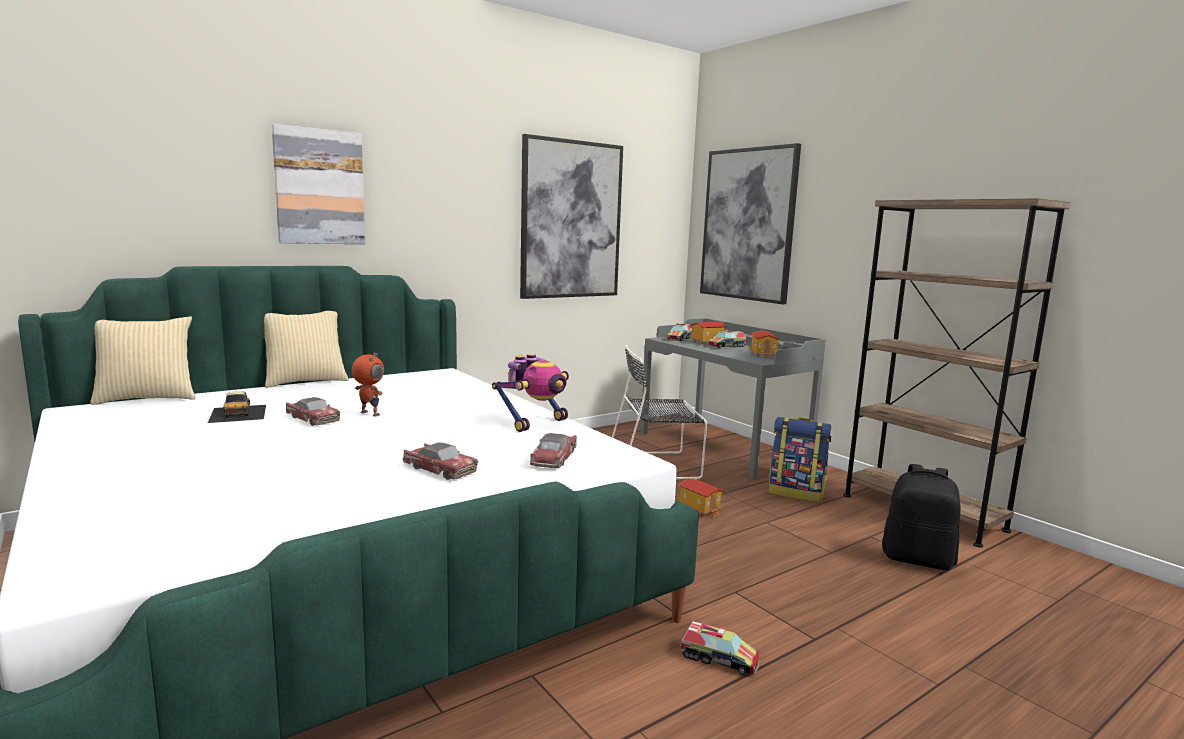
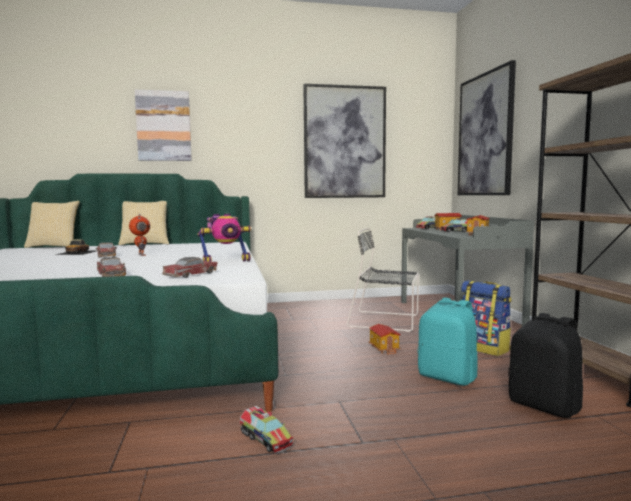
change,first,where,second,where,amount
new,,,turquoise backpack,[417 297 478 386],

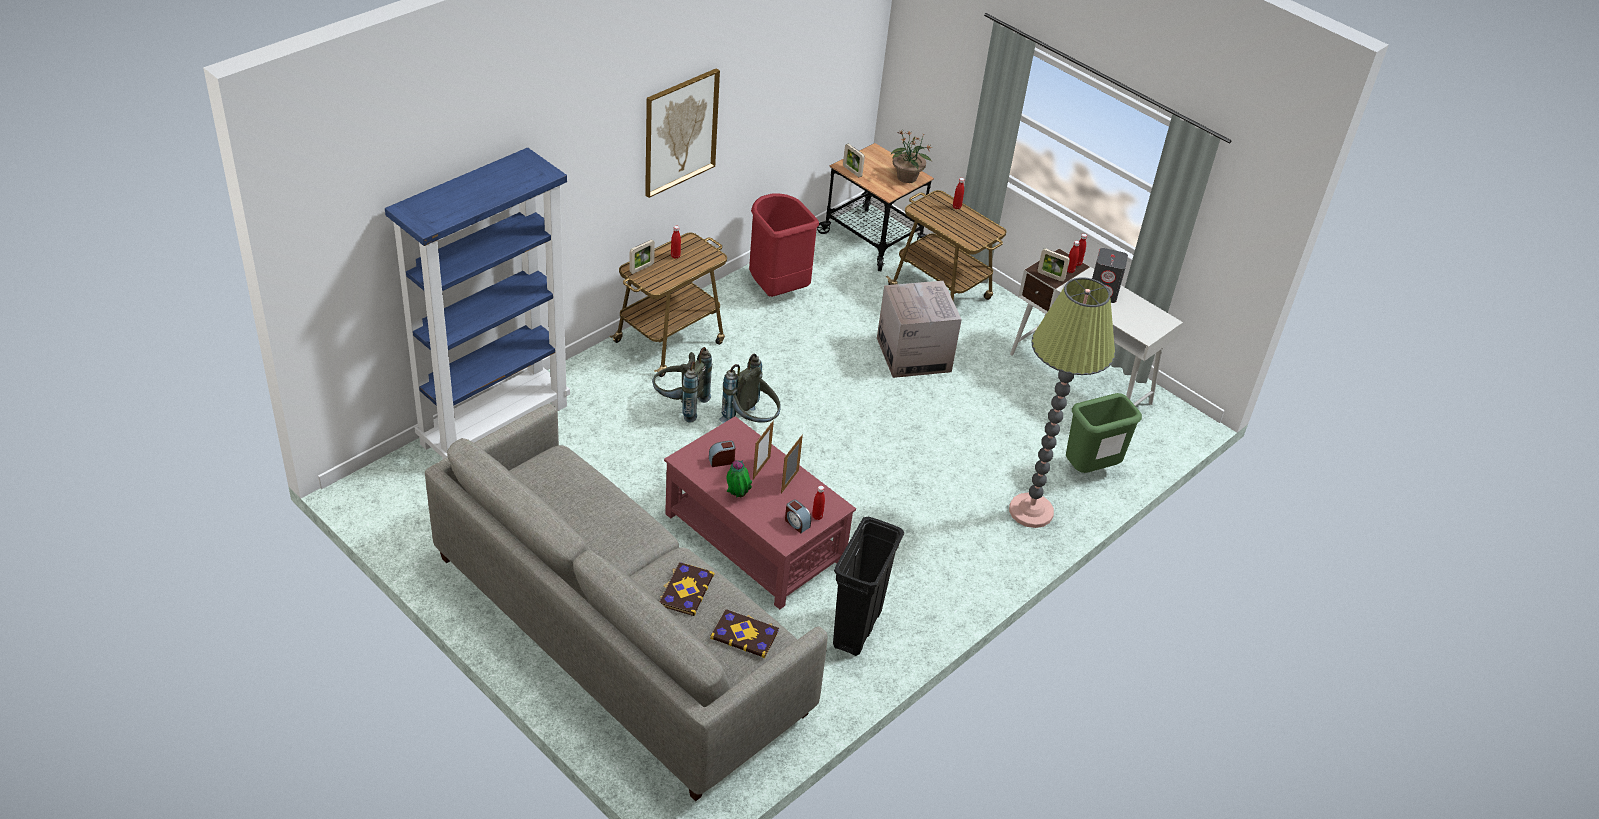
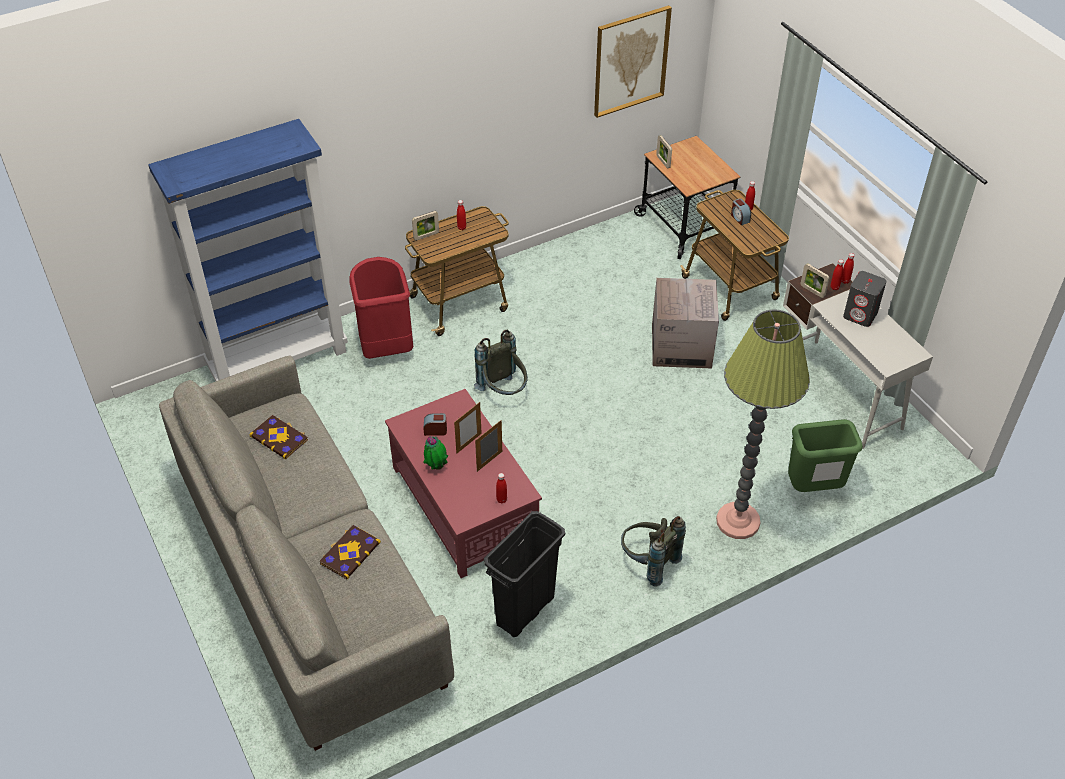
change,first,where,second,where,amount
gone,potted plant,[891 130 932 183],,,
shifted,picture,[645 68 720 198],,[594 6 672 118],
shifted,grey backpack,[652 347 712 423],,[621 516 686 587],
shifted,book,[710 609 779 658],,[250 415 308 459],
shifted,red trash can,[749 194 819 297],,[349 257 413 359],
shifted,alarm clock,[785 500 811 533],,[731 199 751 225],

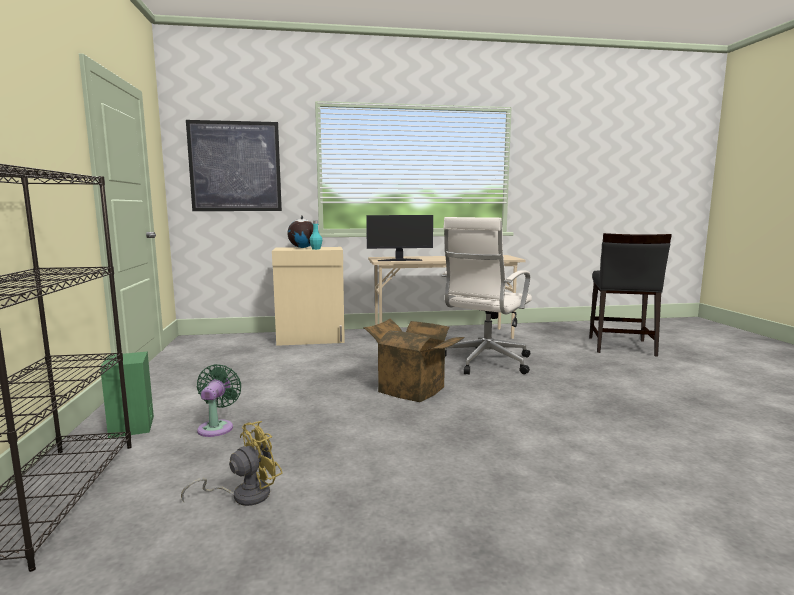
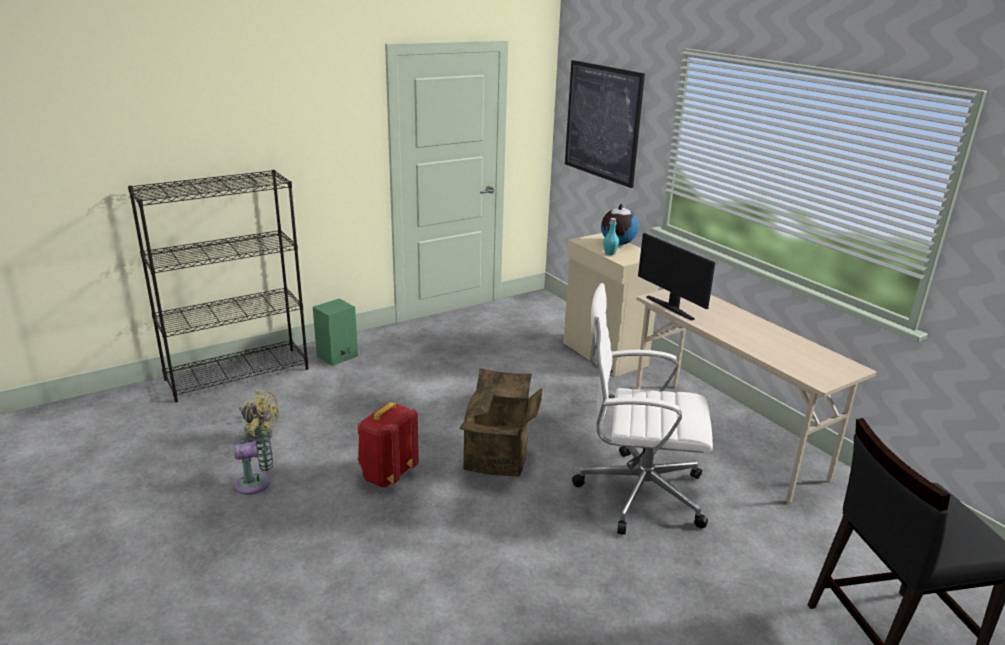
change,first,where,second,where,amount
new,,,red backpack,[358 402 419 487],
shifted,green fan,[197 364 241 437],,[234 425 273 495],

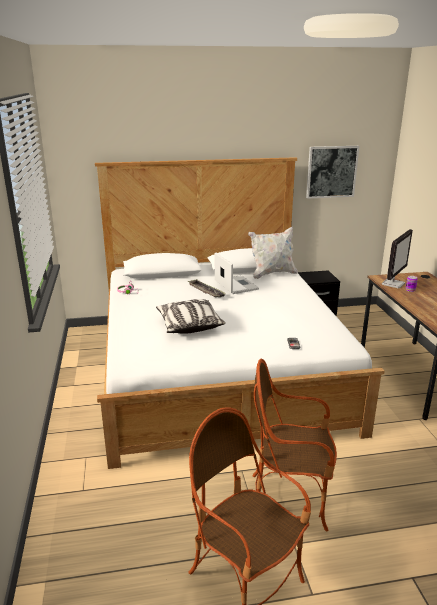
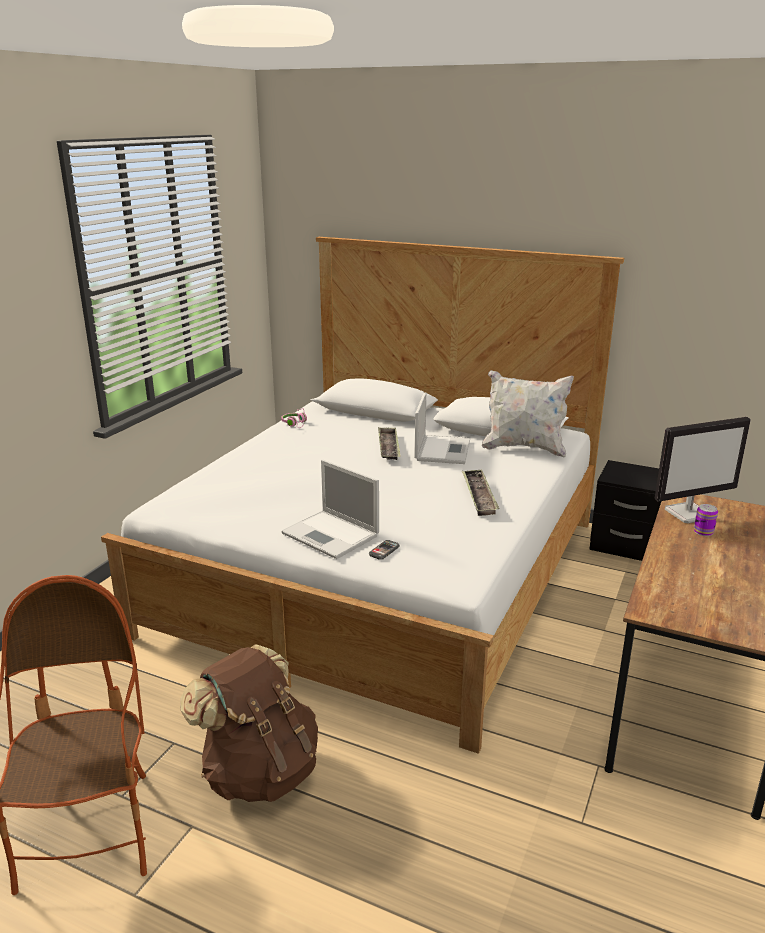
change,first,where,second,where,amount
gone,pillow,[156 299 226 334],,,
gone,picture,[306 146 359 199],,,
new,,,laptop,[281 460 379 559],
new,,,tray,[462 469 500 516],
swapped,armchair,[252 359 337 531],brown backpack,[180 644 318 802],

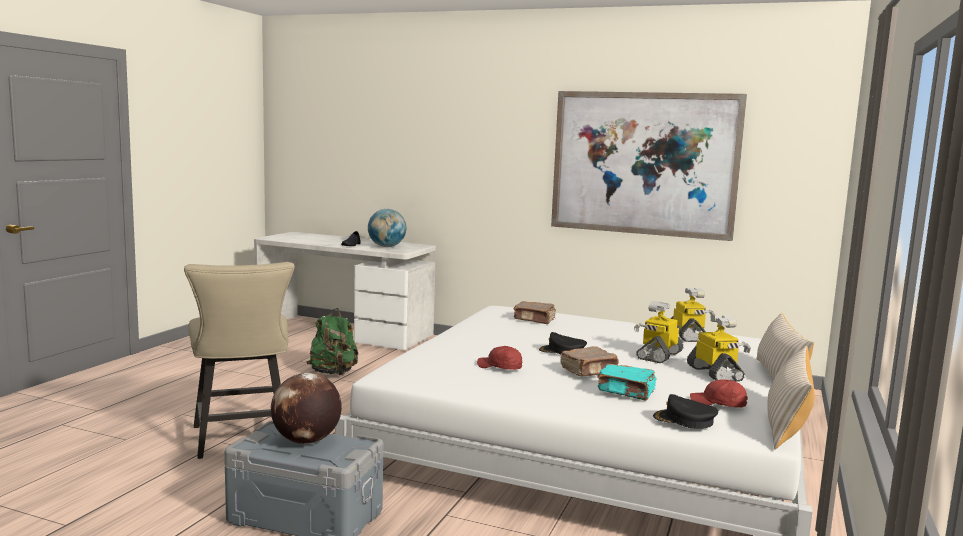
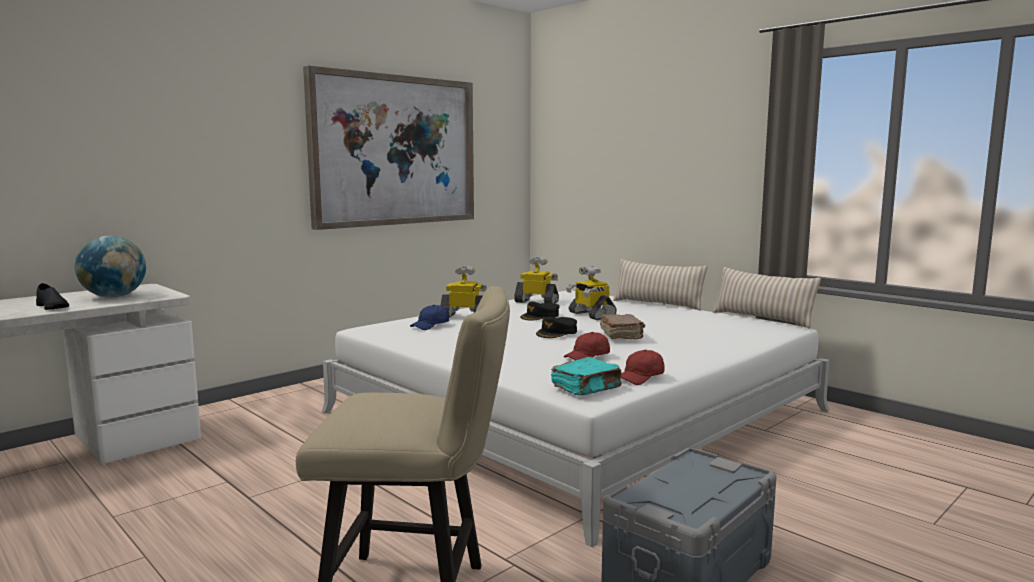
change,first,where,second,where,amount
gone,globe,[271 373 342 444],,,
gone,green backpack,[306 308 358 375],,,
shifted,turquoise book,[597 364 657 400],,[551 357 622 396],
shifted,black cap,[653 394 718 429],,[520 301 560 321],
shifted,toy robot,[687 315 751 382],,[440 266 487 318],
shifted,red cap,[690 379 748 407],,[620 350 665 385],
swapped,brown book,[513 301 556 324],blue cap,[410 305 449 330],

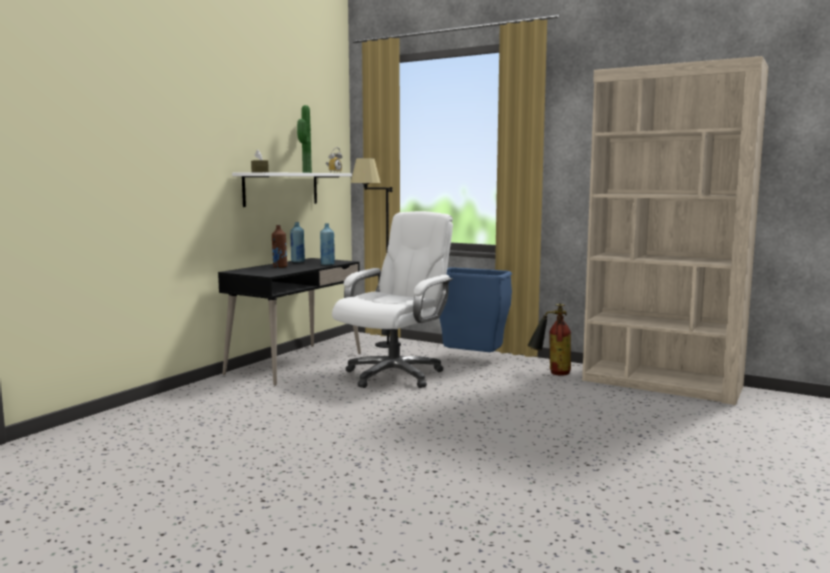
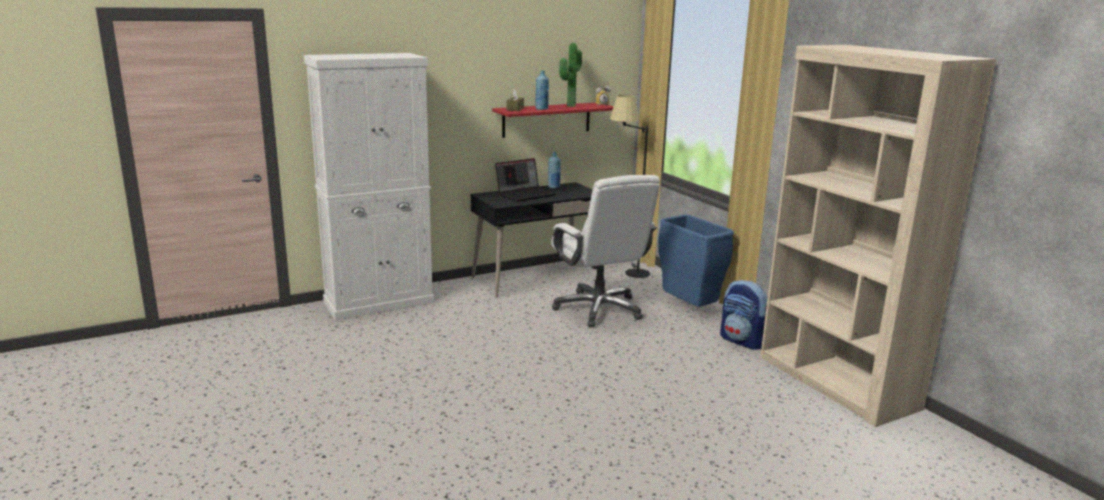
change,first,where,second,where,amount
new,,,white cabinet,[304 53 434 321],
shifted,blue bottle,[320 223 335 265],,[535 71 549 110],
swapped,brown bottle,[272 225 288 268],laptop,[495 158 555 202],
swapped,fire extinguisher,[528 303 571 375],backpack,[720 280 768 350],
repainted,white shelf,[232 172 352 207],red shelf,[492 103 614 138],
rotated,white office chair,[332 211 453 388],,[551 175 660 327],90 degrees clockwise

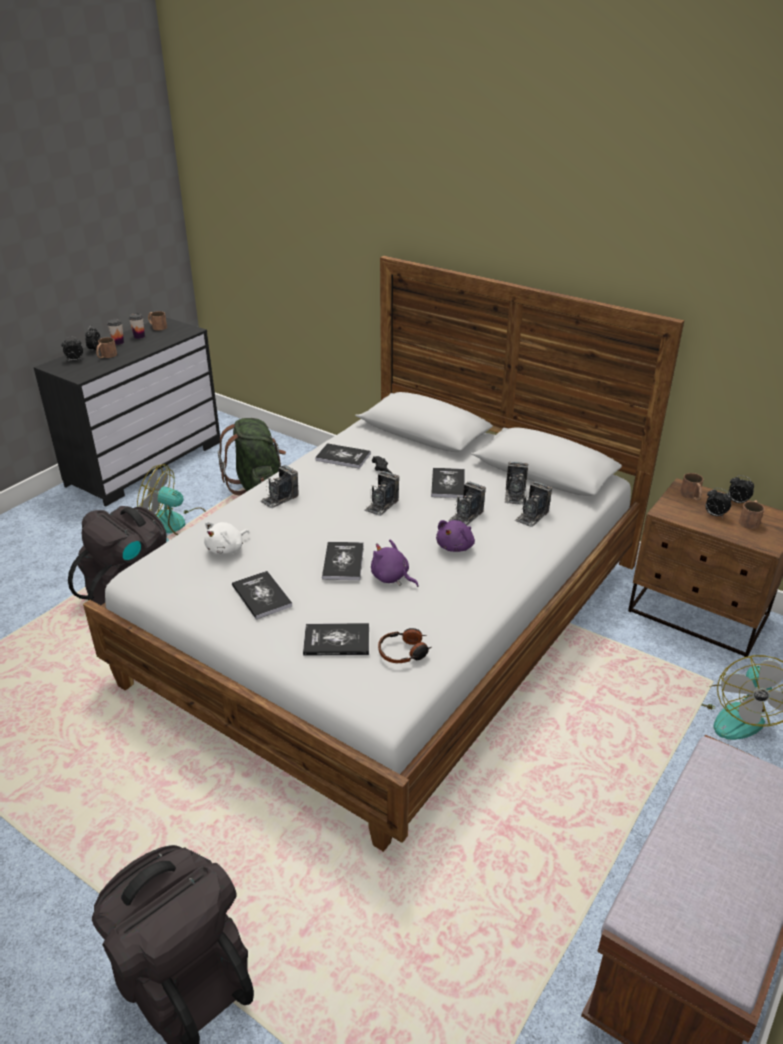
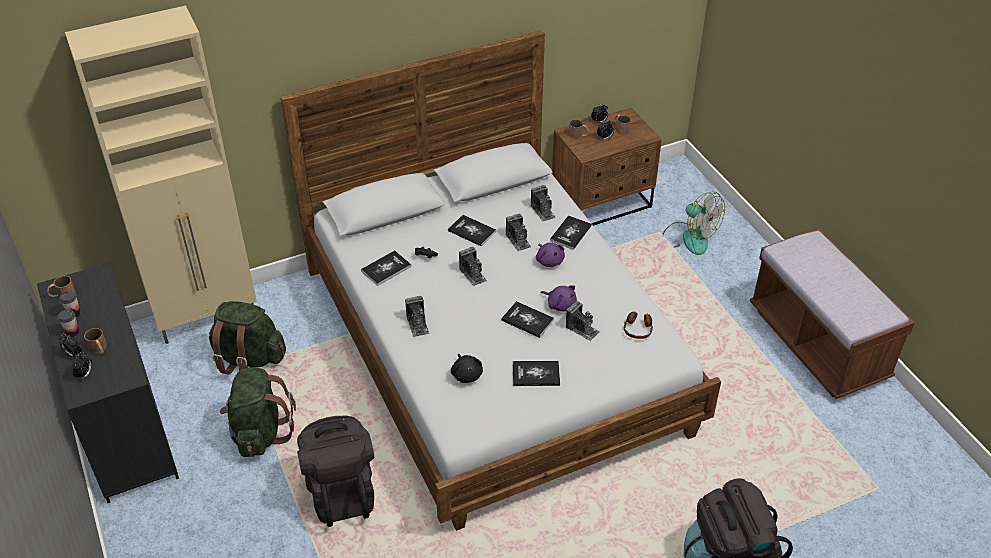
change,first,where,second,where,amount
new,,,beige cabinet,[65 6 257 344],
shifted,book,[303 623 369 656],,[550 215 592 250],
shifted,photo camera,[504 462 528 505],,[566 301 599 341],
swapped,fan,[137 464 206 535],green backpack,[220 367 296 457],
repainted,white plush toy,[204 522 249 554],black plush toy,[451 353 483 383],
rotated,purple plush toy,[371 539 418 587],,[541 285 577 312],120 degrees counterclockwise

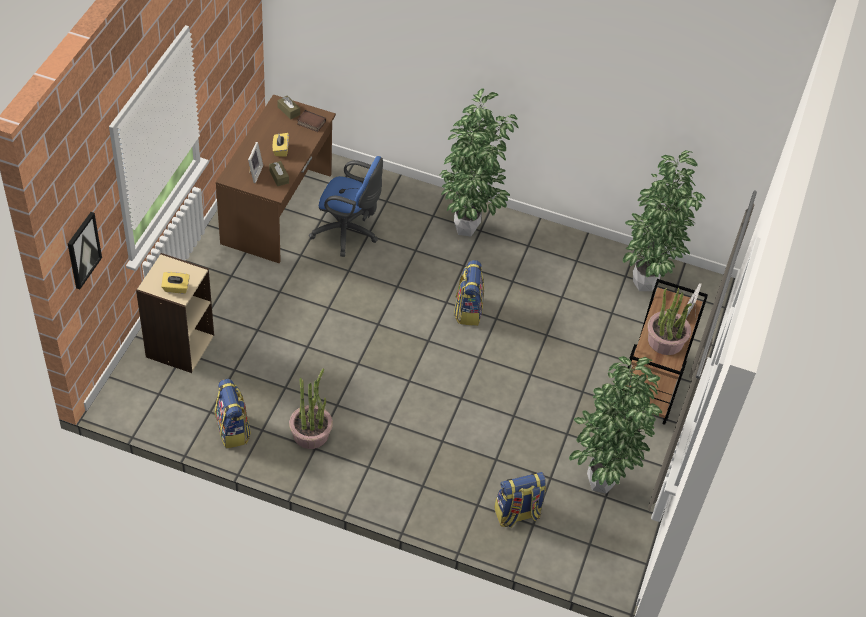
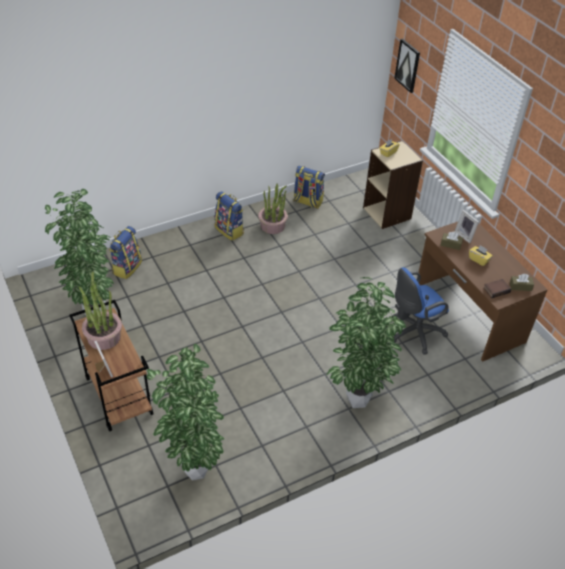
change,first,where,second,where,amount
shifted,backpack,[454 260 484 326],,[215 191 244 241],

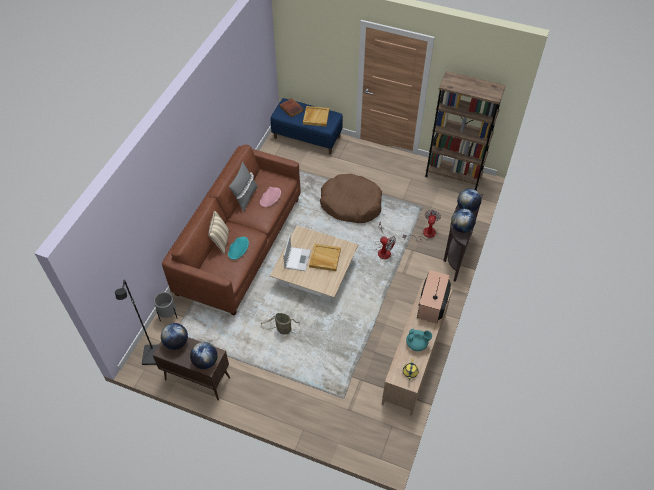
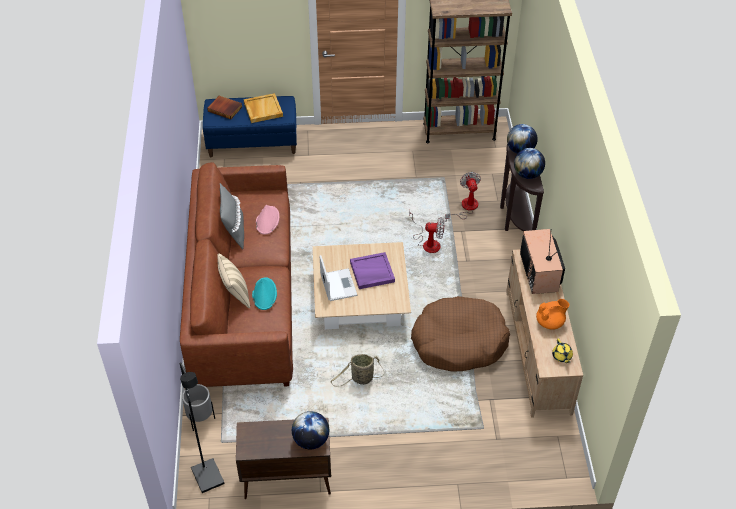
change,first,where,second,where,amount
gone,globe,[161 323 188 350],,,
shifted,brown dog bed,[320 174 382 223],,[411 296 510 372],
repainted,beige tray,[309 244 341 271],purple tray,[350 252 395 289],
repainted,turquoise teapot,[406 329 432 351],orange teapot,[536 299 570 330],

